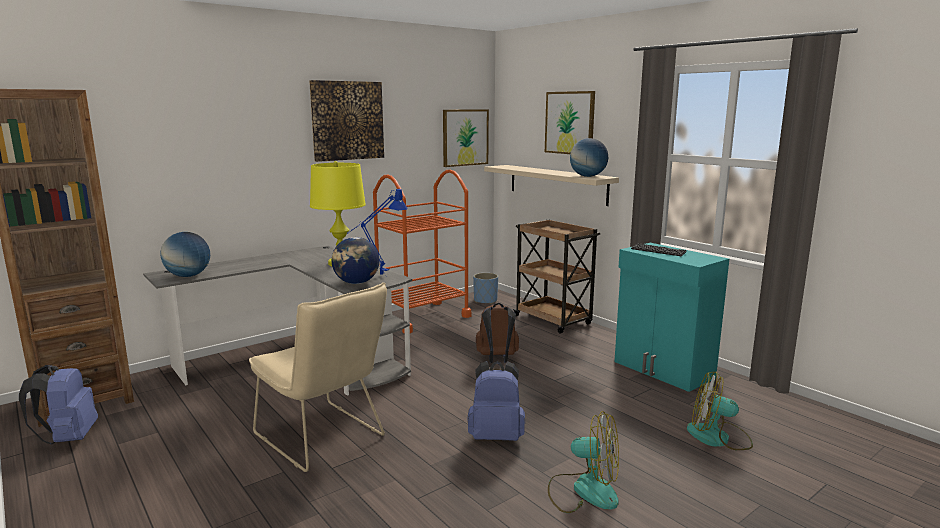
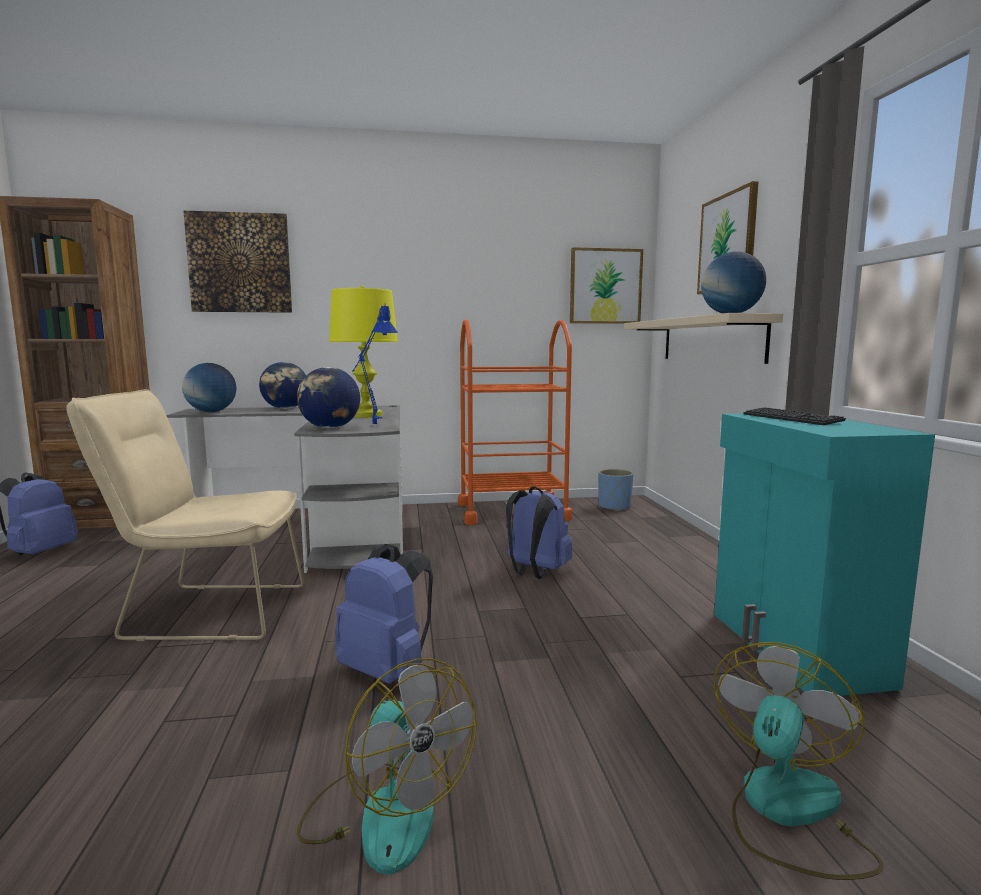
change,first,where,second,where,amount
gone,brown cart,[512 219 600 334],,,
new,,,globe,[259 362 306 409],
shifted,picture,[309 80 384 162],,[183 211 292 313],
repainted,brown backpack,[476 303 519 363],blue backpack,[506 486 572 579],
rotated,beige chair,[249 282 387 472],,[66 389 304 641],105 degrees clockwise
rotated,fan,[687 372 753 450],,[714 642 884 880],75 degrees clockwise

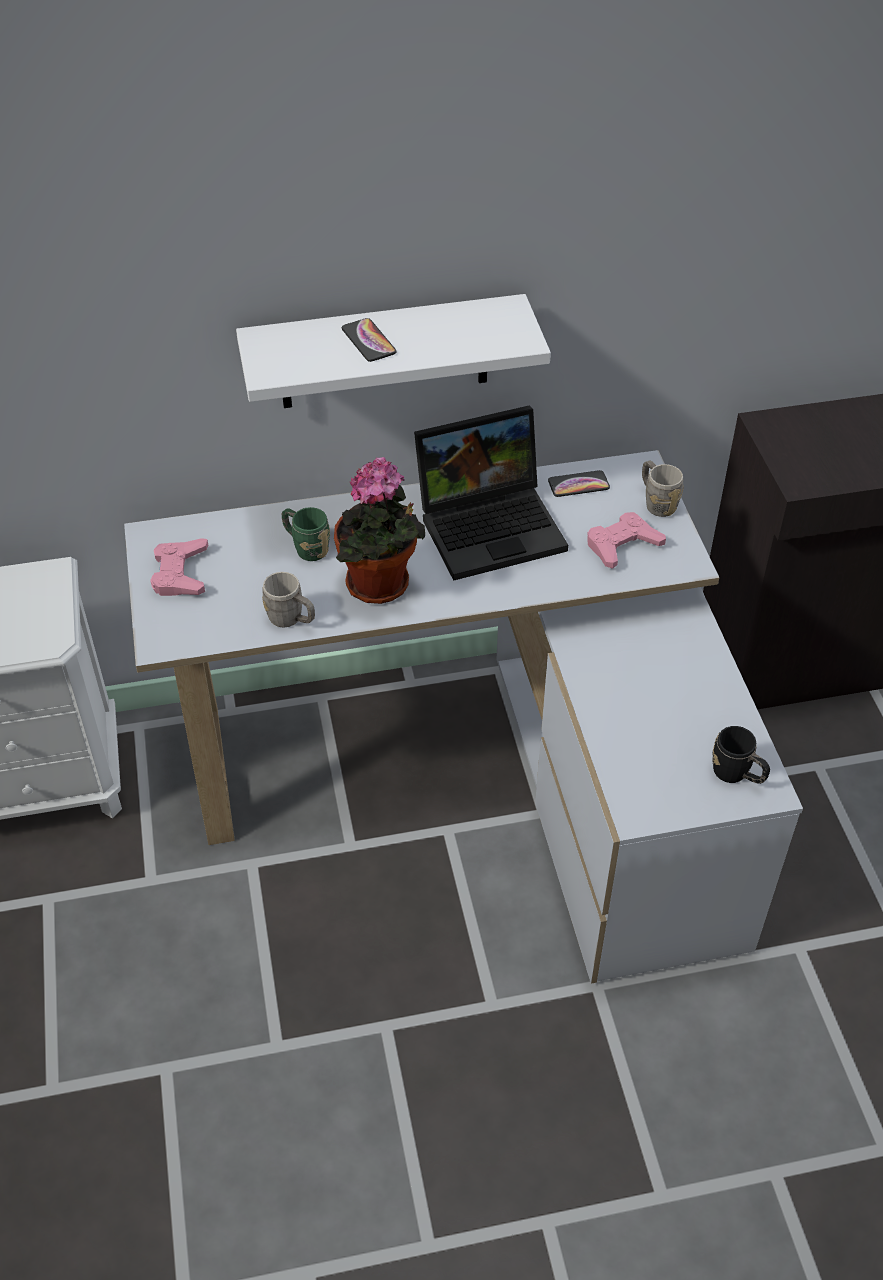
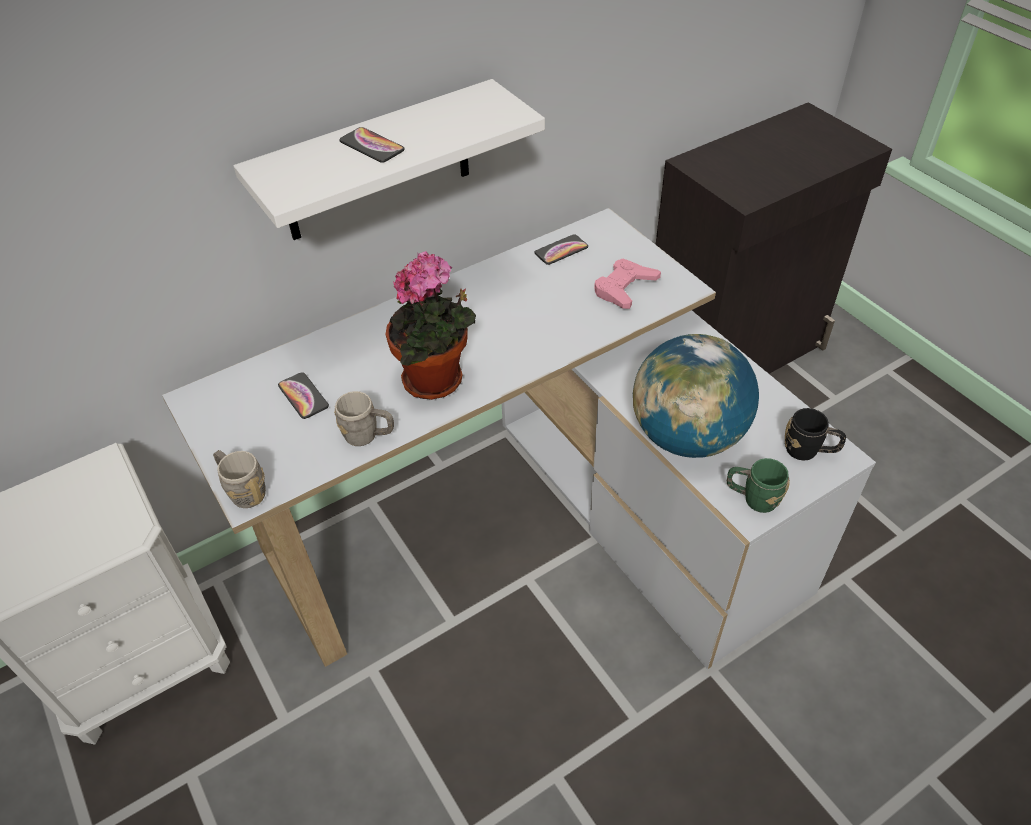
change,first,where,second,where,amount
gone,pink game controller,[150 538 208 596],,,
gone,laptop,[414 406 568 581],,,
new,,,phone,[278 372 329 419],
new,,,globe,[633 334 759 458],
shifted,green mug,[282 507 330 561],,[727 458 790 513],
shifted,grey mug,[642 460 684 517],,[213 450 266 508],

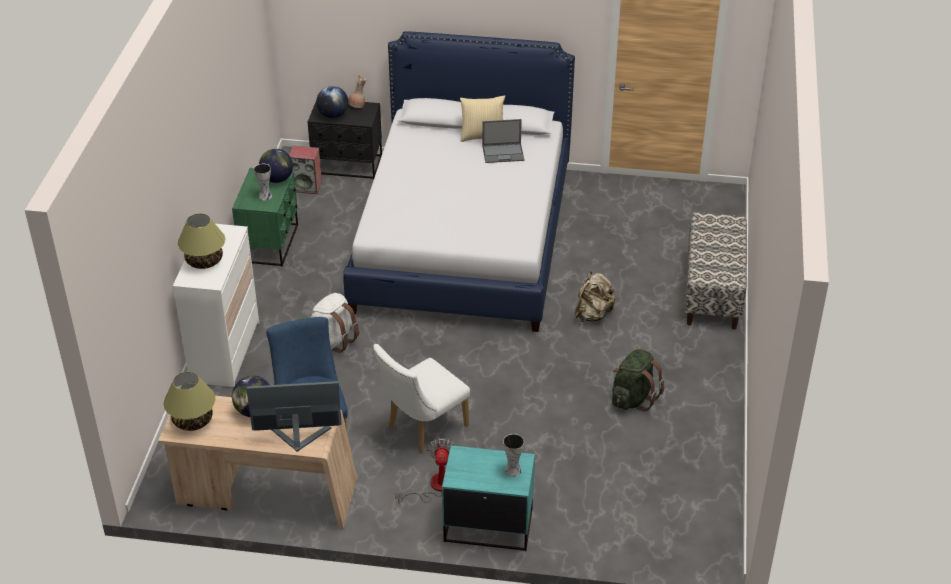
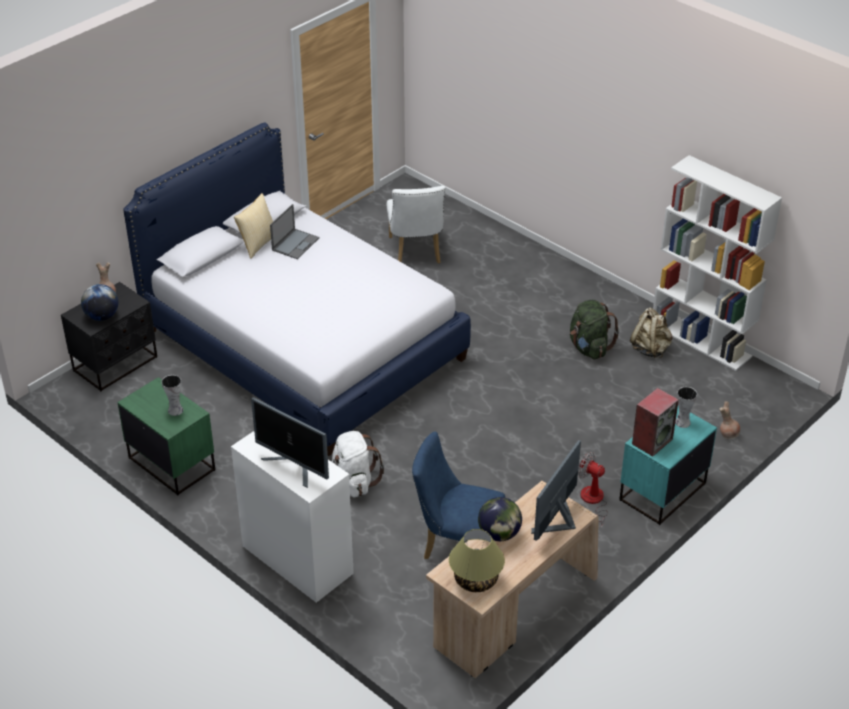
change,first,where,second,where,amount
gone,globe,[259 149 293 183],,,
gone,bench,[685 212 747 330],,,
new,,,white bookcase,[653 155 782 371],
new,,,brown vase,[719 402 740 439],
shifted,speaker,[289 146 322 194],,[632 388 679 457],
shifted,white chair,[373 344 470 454],,[387 186 446 264],
shifted,beige backpack,[575 271 615 322],,[630 307 673 358],
swapped,table lamp,[177 213 225 269],monitor,[251 397 329 488],

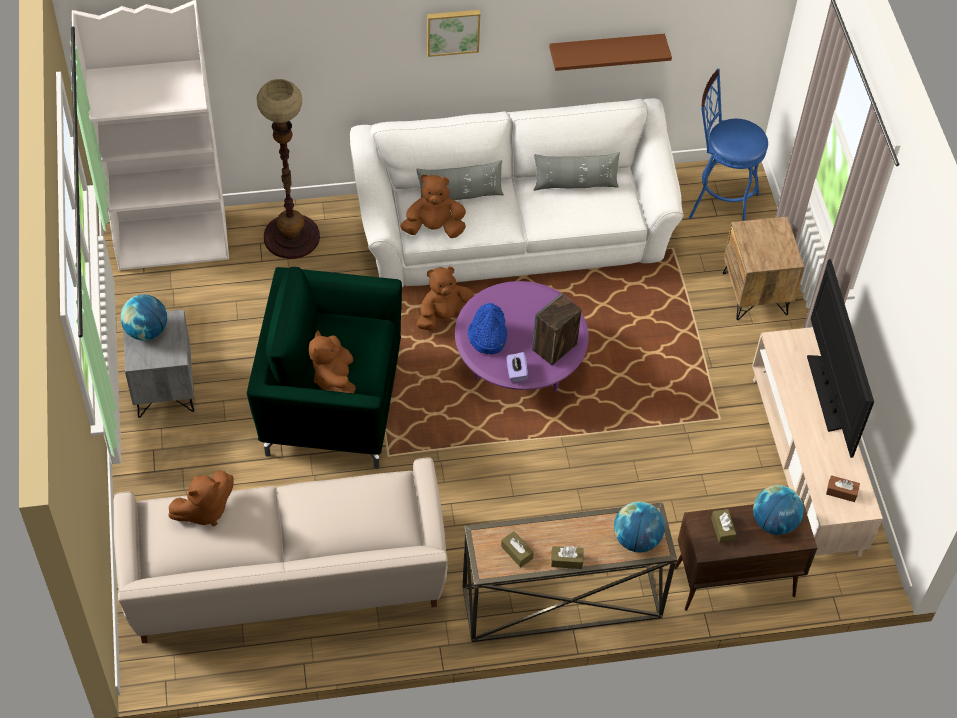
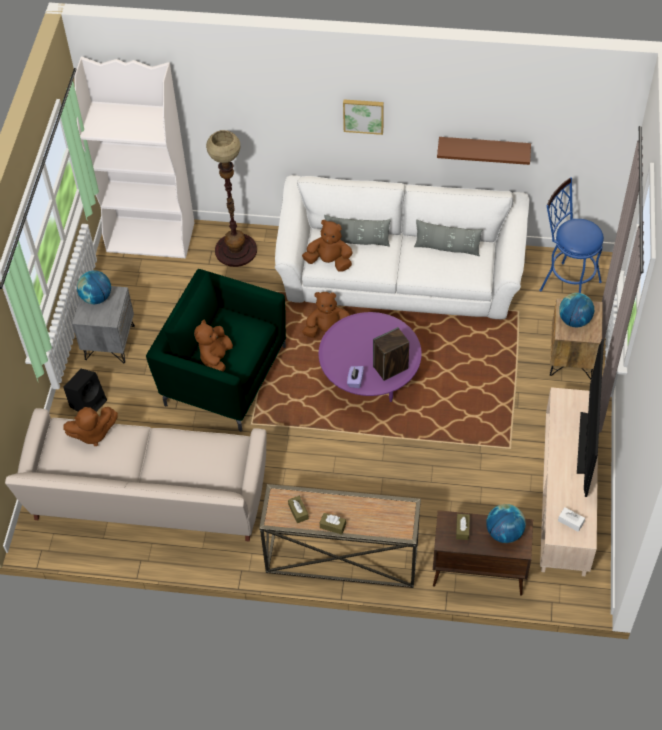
change,first,where,second,where,amount
gone,blue hat,[468 303 507 354],,,
new,,,black speaker,[63 369 107 412],
shifted,globe,[614 501 665 553],,[559 293 594 327],
repainted,brown tissue box,[826 475 860 502],white tissue box,[558 507 585 532],

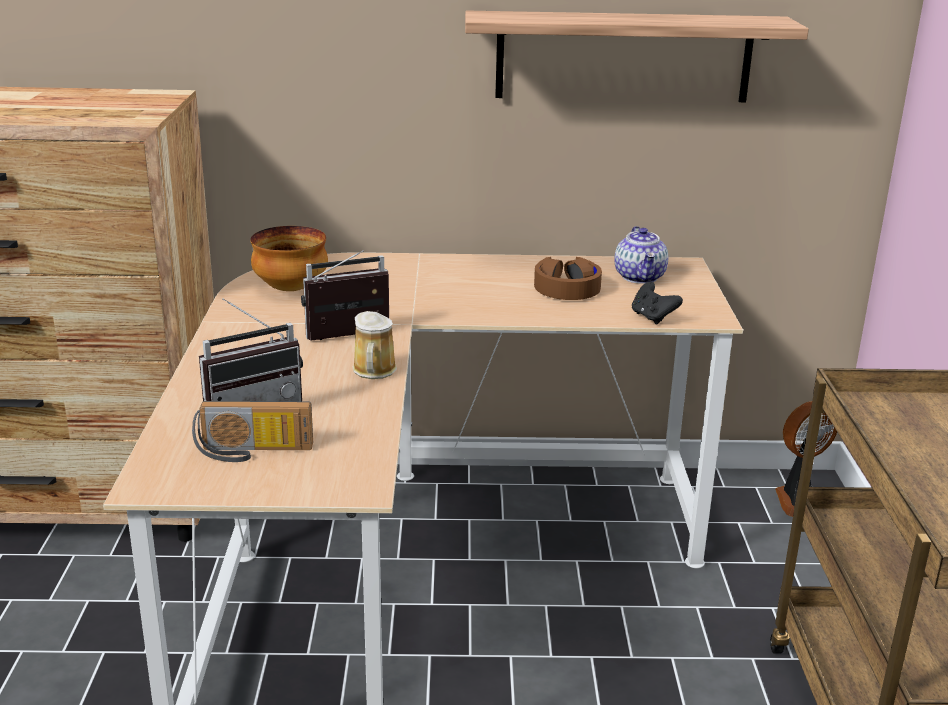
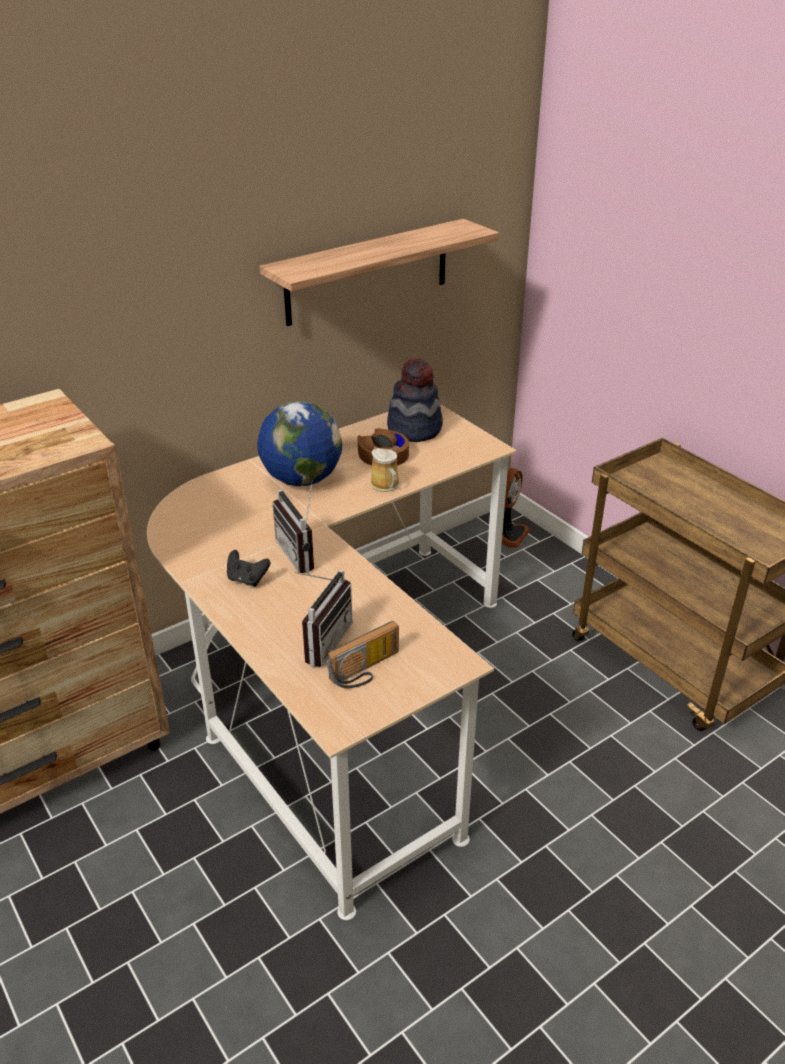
change,first,where,second,where,amount
gone,bowl,[250 226 328 291],,,
new,,,globe,[257 401 342 486],
shifted,mug,[353 311 397 379],,[370 448 400 492],
shifted,black game controller,[632 282 683 324],,[227 550 270 587],
swapped,teapot,[614 226 668 284],hat,[387 357 443 442],
rotated,radio,[301 250 389 341],,[272 481 314 573],60 degrees counterclockwise

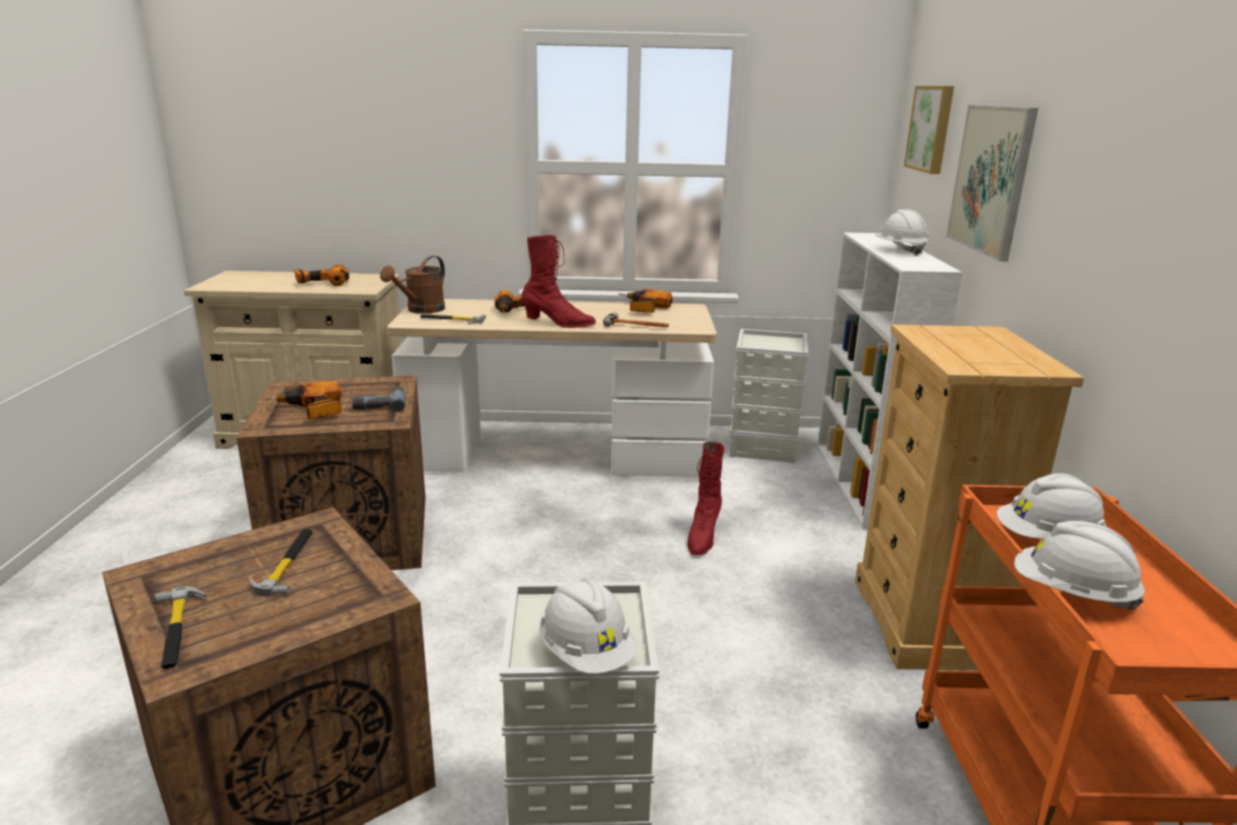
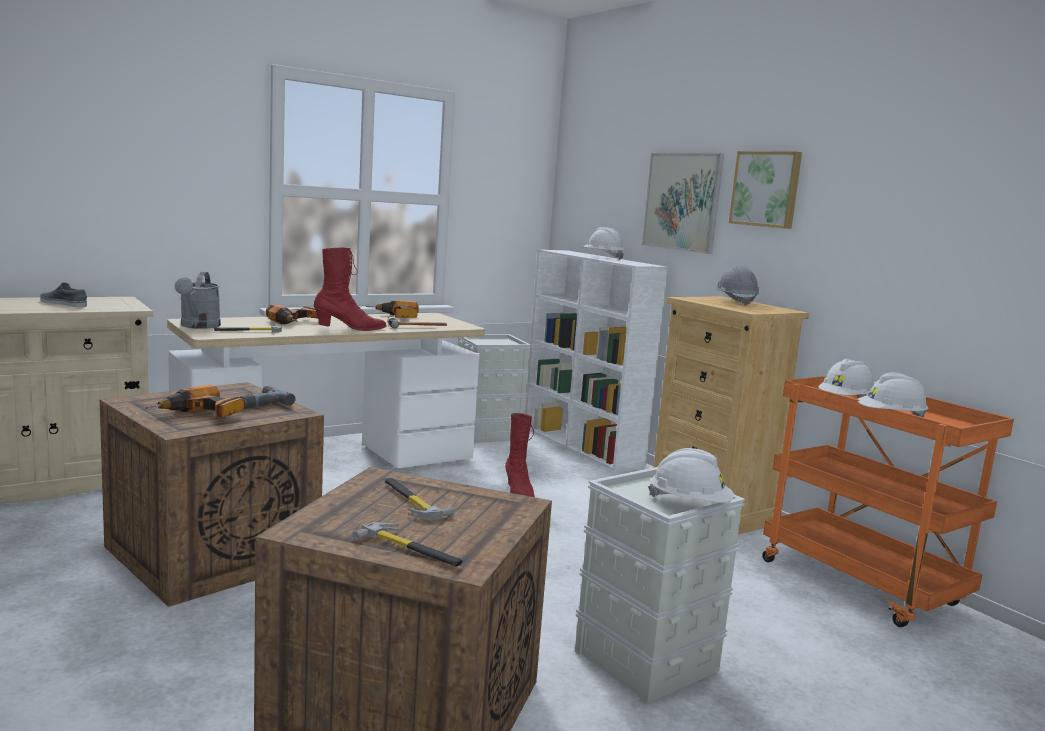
change,first,where,second,where,amount
new,,,grey hard hat,[715 266 759 306],
shifted,picture,[904 86 954 174],,[729 151 802 229],
swapped,power drill,[294 265 349 286],grey shoe,[40 282 87 307],
repainted,brown watering can,[380 256 445 314],grey watering can,[175 272 221 329],

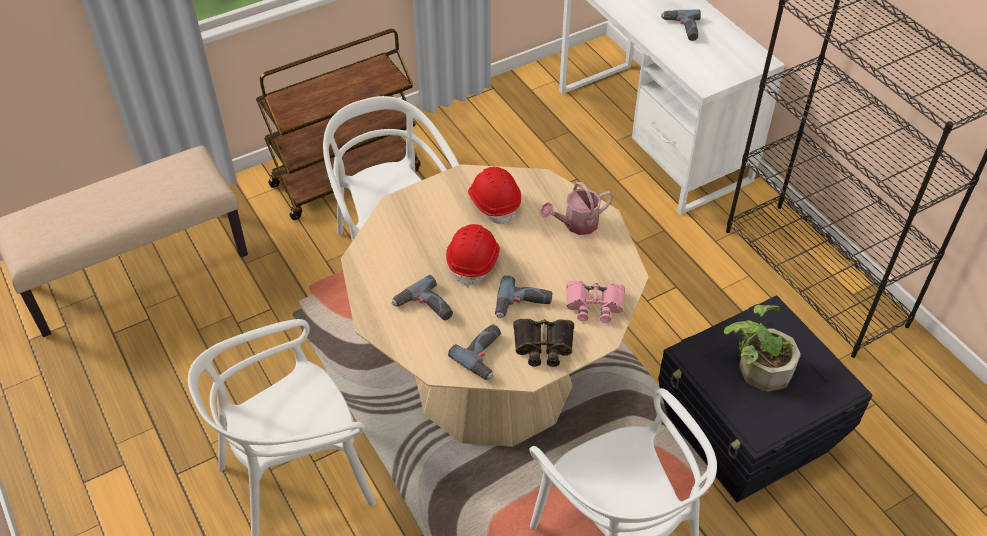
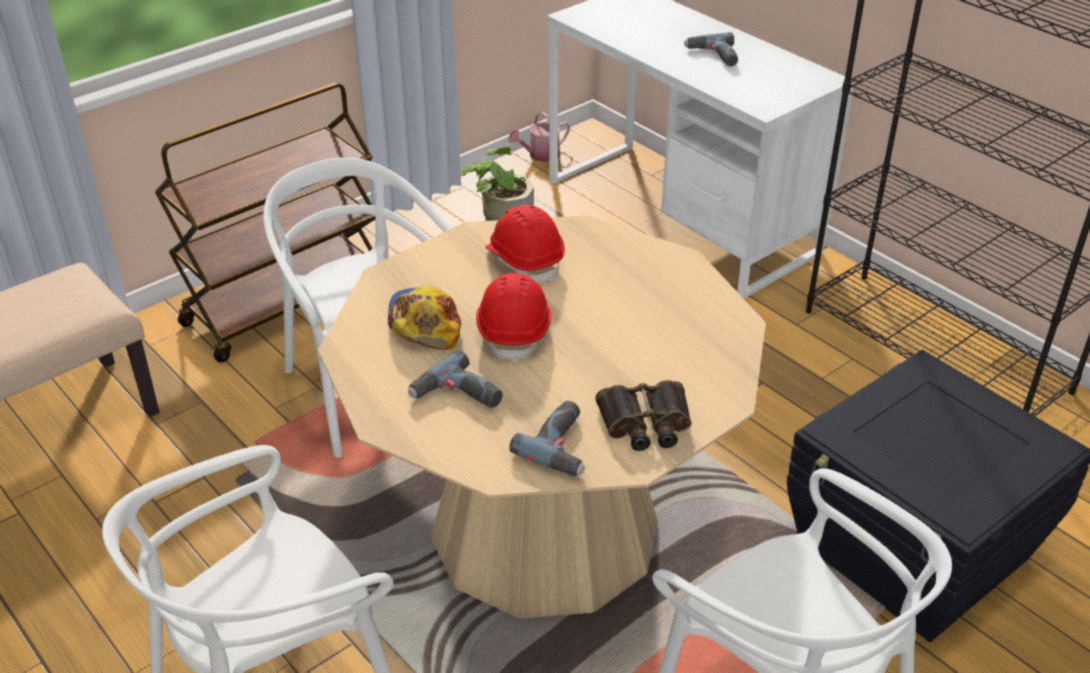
change,first,where,second,where,amount
gone,power drill,[495 275 552 318],,,
gone,pink binoculars,[566 280 625 323],,,
new,,,cap,[388 285 461 350],
shifted,watering can,[540 182 614 235],,[508 112 570 162],
shifted,potted plant,[724 305 801 392],,[460 146 534 221],

